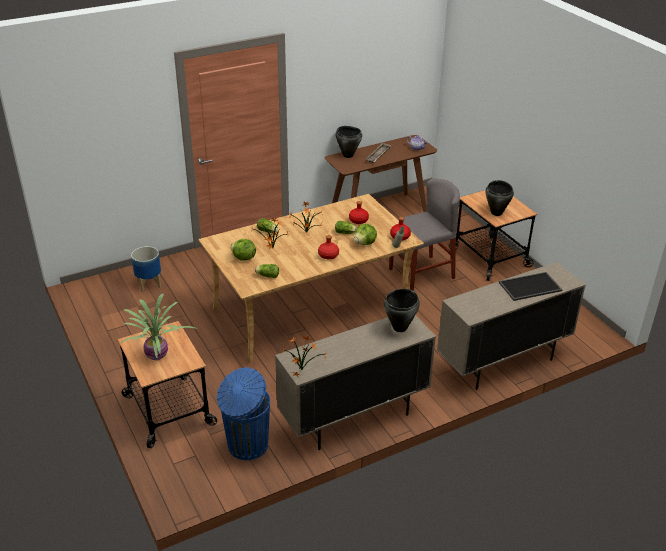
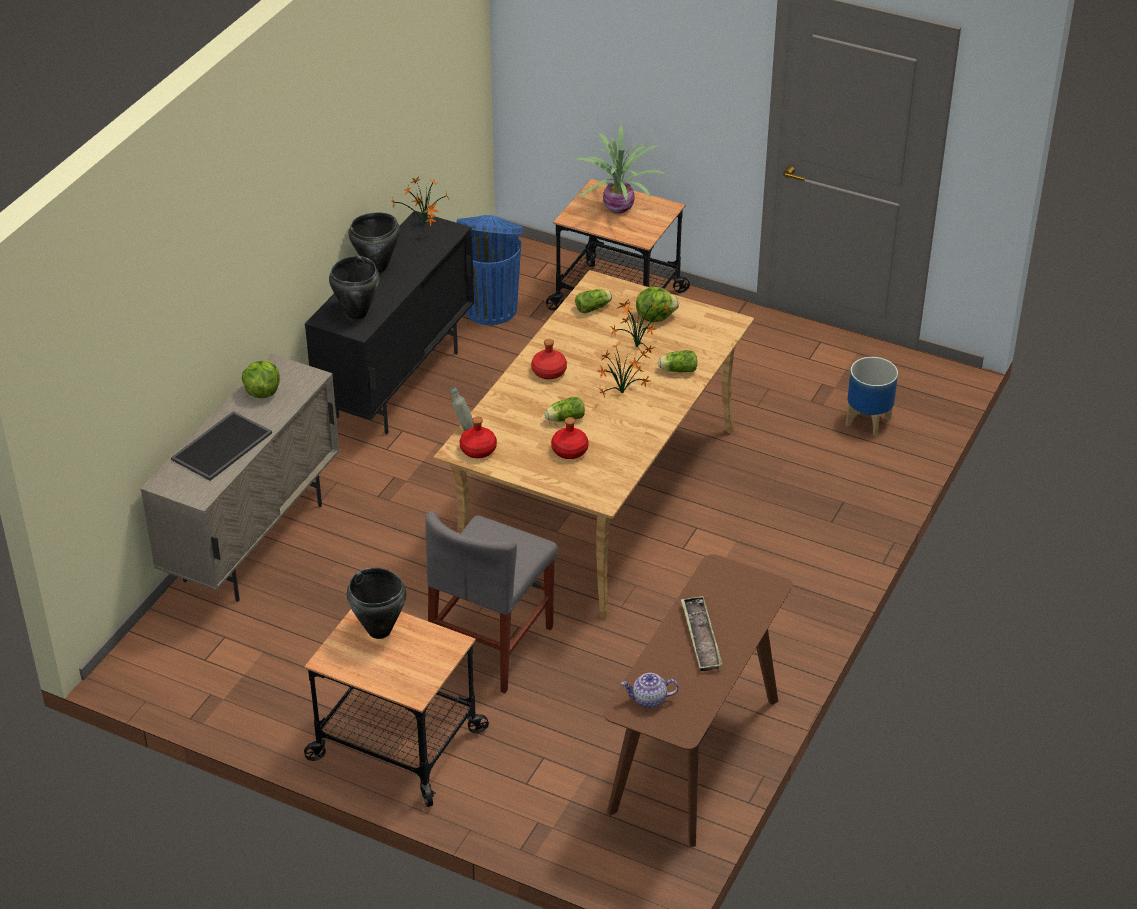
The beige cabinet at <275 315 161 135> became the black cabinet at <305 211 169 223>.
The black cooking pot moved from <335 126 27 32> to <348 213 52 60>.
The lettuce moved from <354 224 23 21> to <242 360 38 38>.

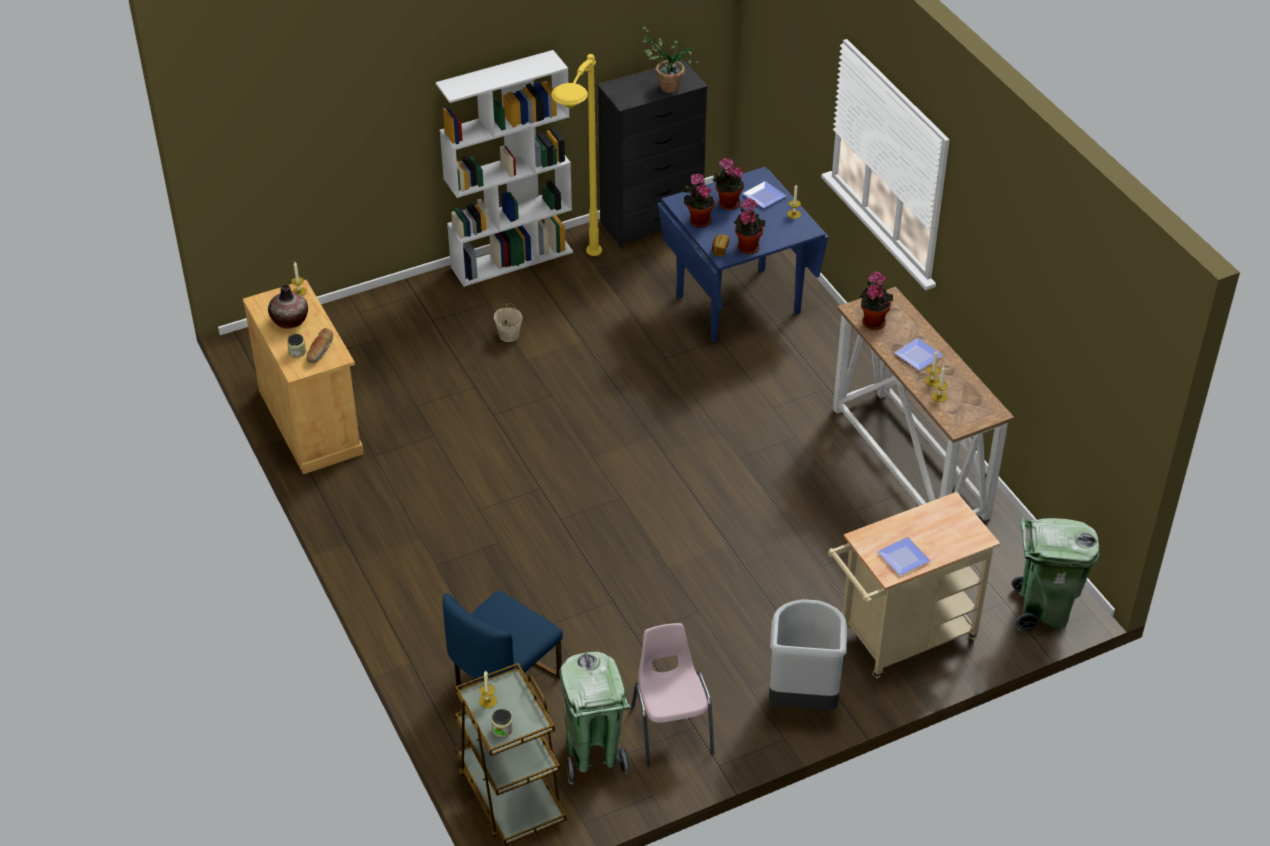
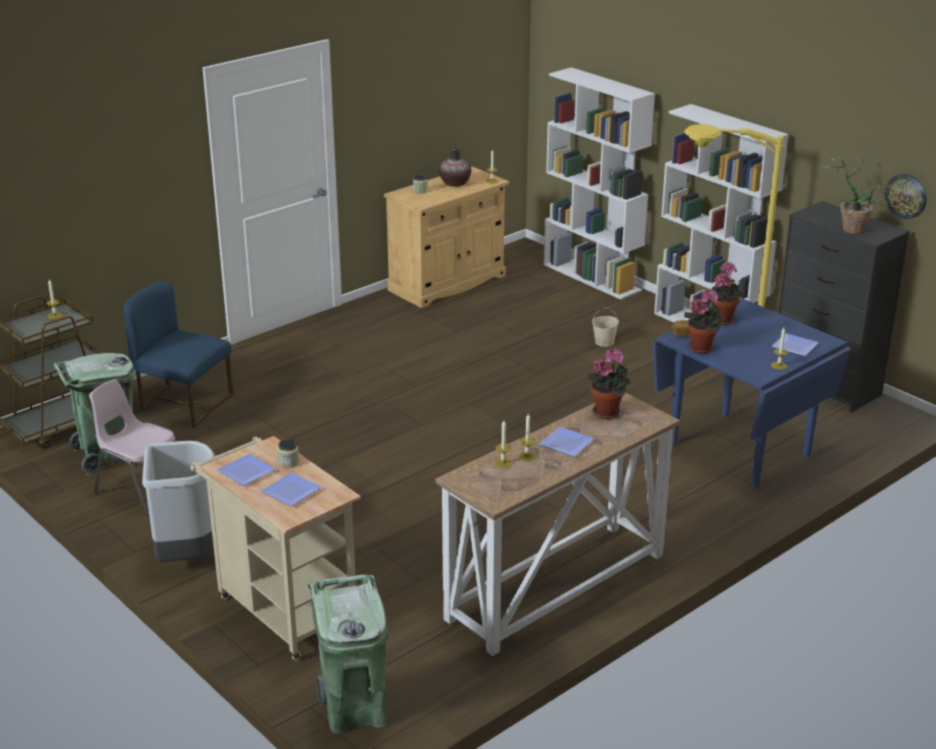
The bread at <306 328 27 35> disappeared.
The jar moved from <492 709 21 28> to <278 439 22 29>.
The pink chair at <631 623 83 144> turned 120 degrees counterclockwise.
The potted plant at <713 157 31 53> disappeared.
The plate at <261 473 61 33> appeared.
The white bookcase at <544 67 111 233> appeared.
The wall clock at <885 174 42 45> appeared.

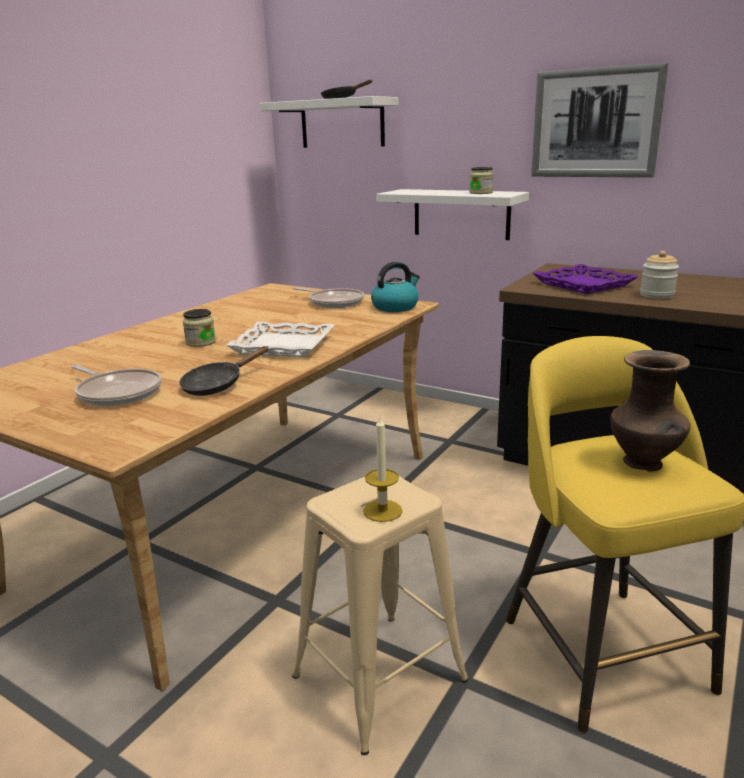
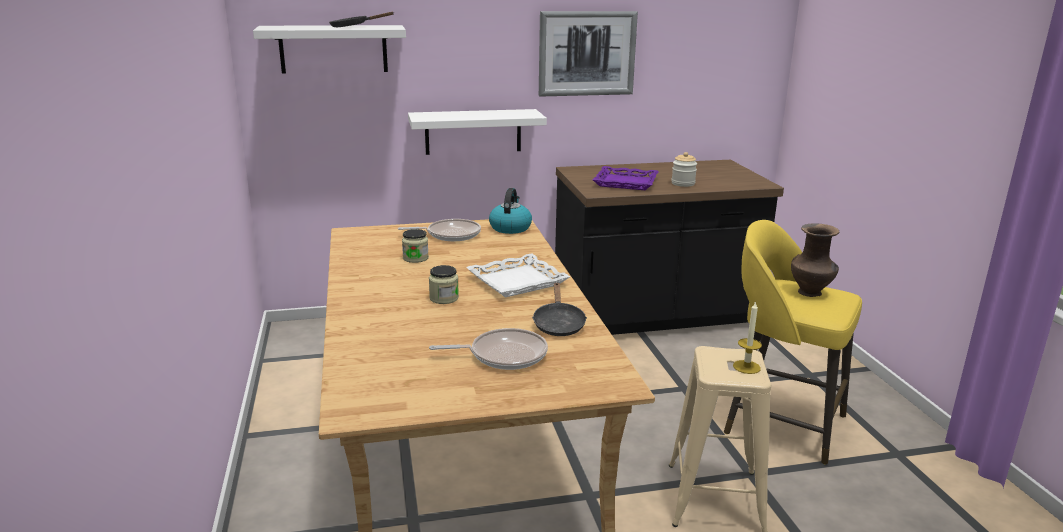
The jar moved from <470 167 23 27> to <402 229 27 34>.

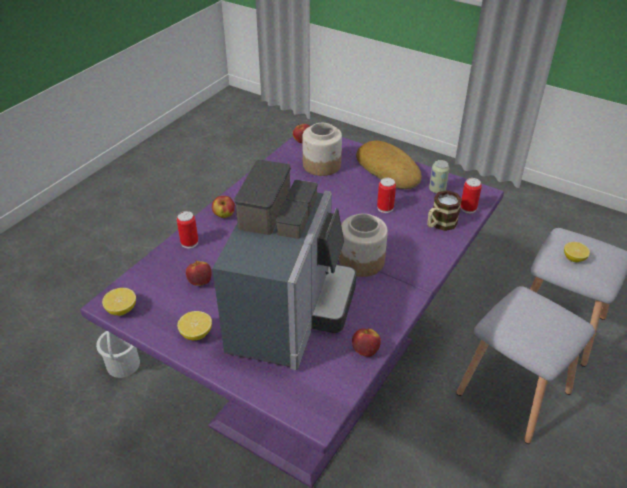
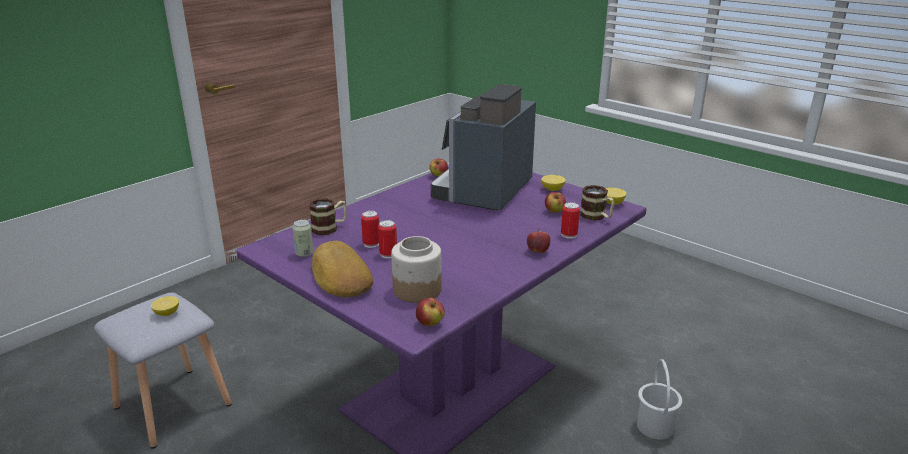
The jar at <339 213 49 64> disappeared.
The grey stool at <457 286 138 158> disappeared.
The can moved from <460 178 22 35> to <378 220 19 39>.
The mug at <580 185 34 36> appeared.

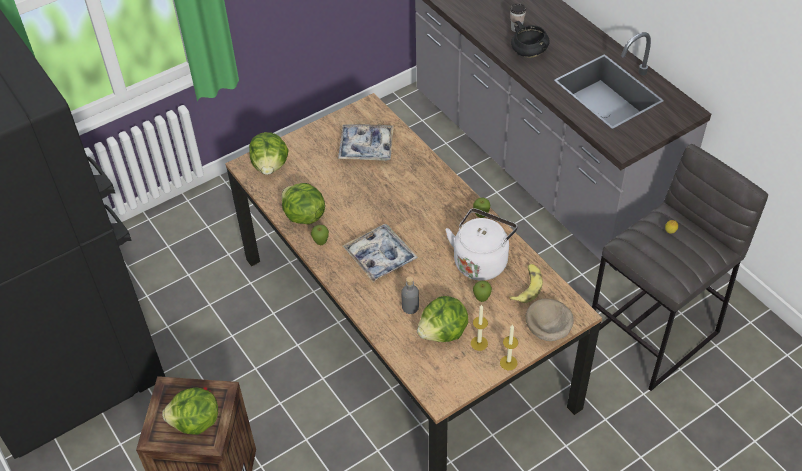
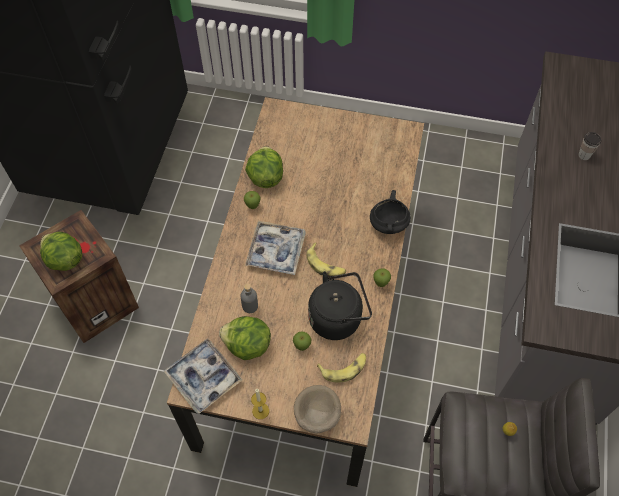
The lettuce at <249 132 40 43> disappeared.
The tray moved from <338 124 56 37> to <164 338 79 76>.
The white kettle at <445 208 72 73> became the black kettle at <308 271 64 69>.
The candle at <471 304 17 47> disappeared.
The black cooking pot moved from <511 21 39 37> to <370 190 41 44>.
The banana at <306 243 40 34> appeared.

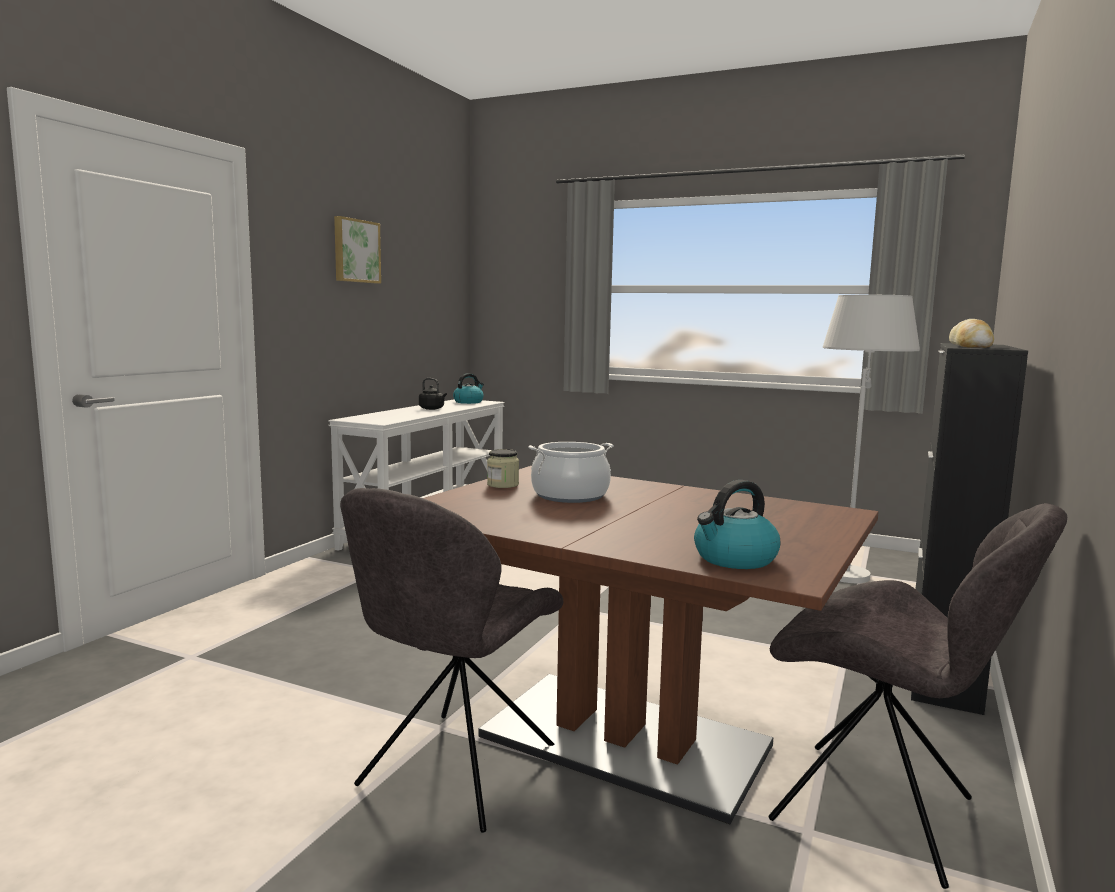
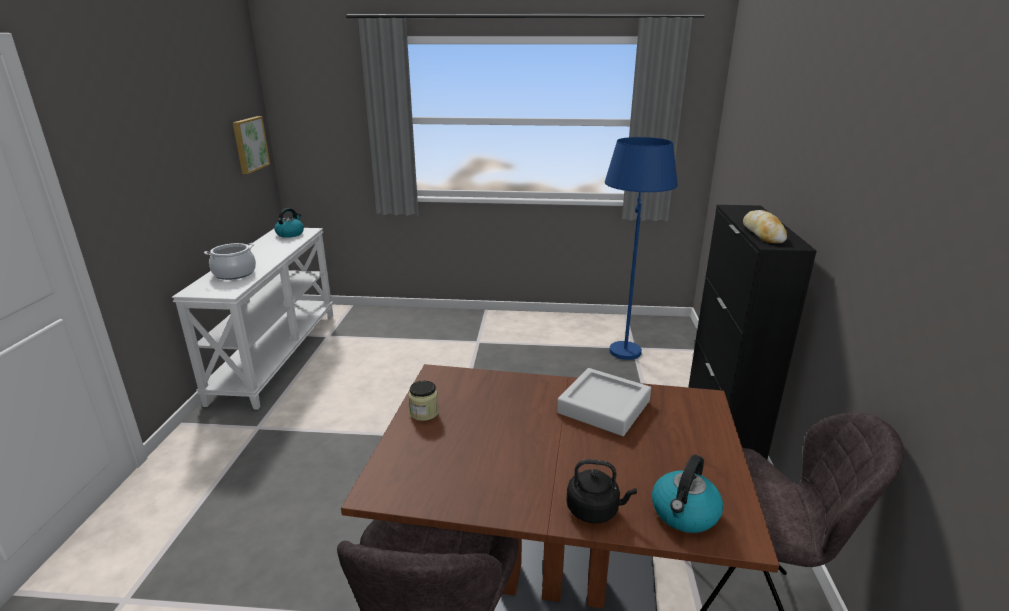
The picture moved from <334 216 47 67> to <233 116 37 58>.
The black kettle moved from <419 378 28 32> to <567 459 70 64>.
The cooking pot moved from <528 442 86 61> to <204 243 52 37>.
The white floor lamp at <823 295 97 288> became the blue floor lamp at <605 137 73 223>.
The grey tray at <557 368 94 68> appeared.

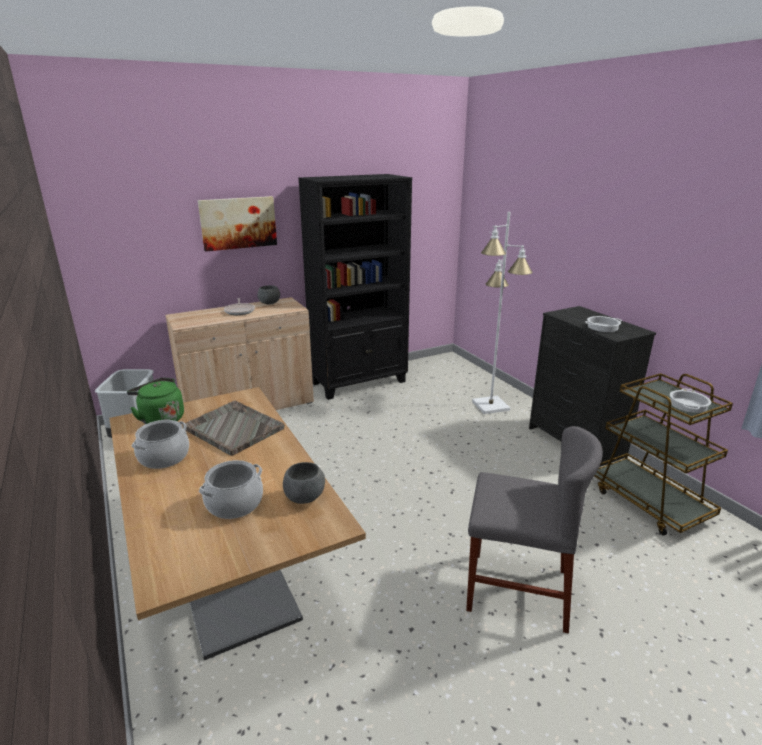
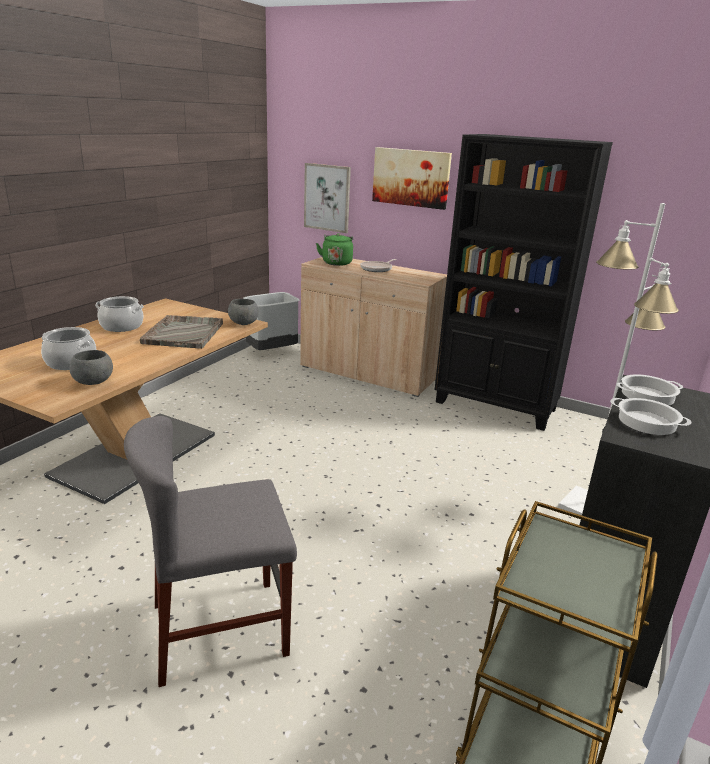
The green kettle moved from <127 378 57 46> to <316 233 37 33>.
The grey bowl moved from <257 285 23 19> to <228 299 31 26>.
The grey chair at <466 426 137 207> turned 90 degrees clockwise.
The cooking pot moved from <670 389 41 24> to <616 374 67 31>.
The picture at <304 163 47 70> appeared.

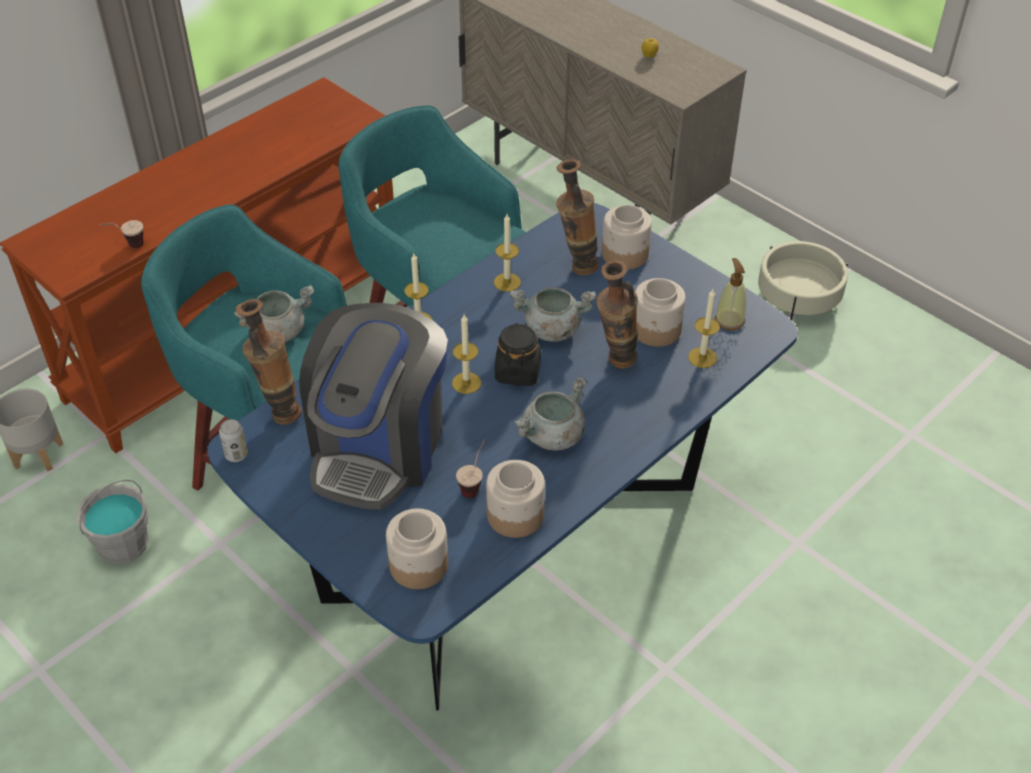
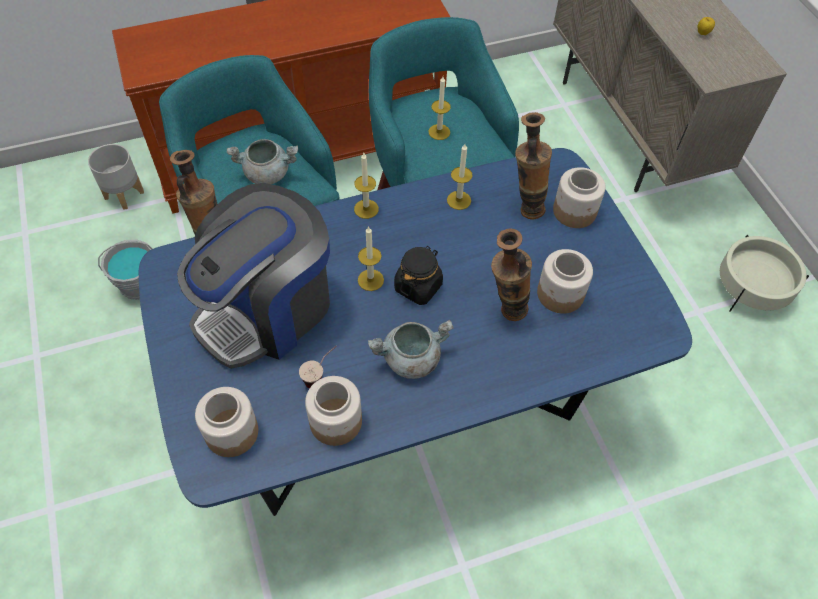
The cup at <100 220 44 28> disappeared.
The can at <219 419 29 43> disappeared.
The grey cooking pot at <510 287 86 54> disappeared.
The candle moved from <688 289 32 79> to <428 77 23 63>.
The soap dispenser at <715 258 31 72> disappeared.

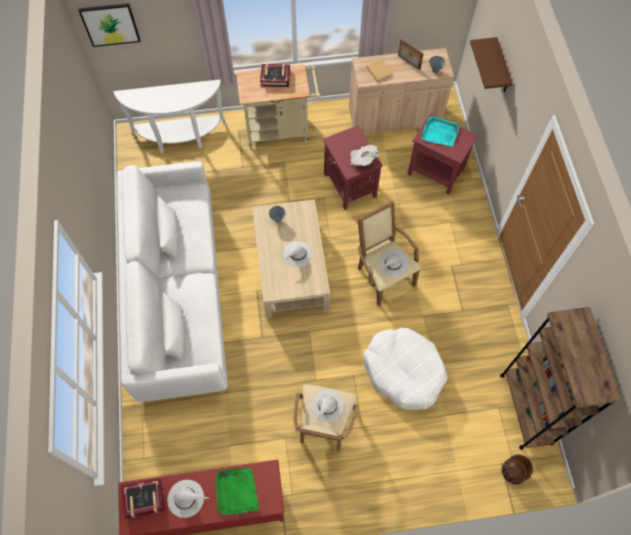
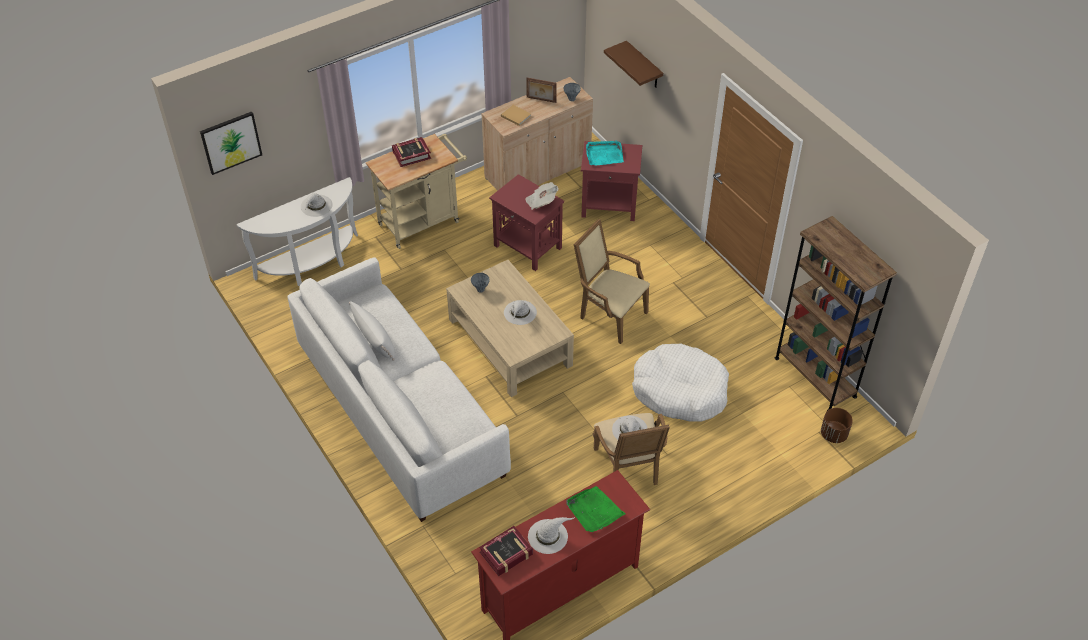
The white pillow at <162 292 22 70> disappeared.
The white hat moved from <379 250 29 27> to <301 193 32 24>.

